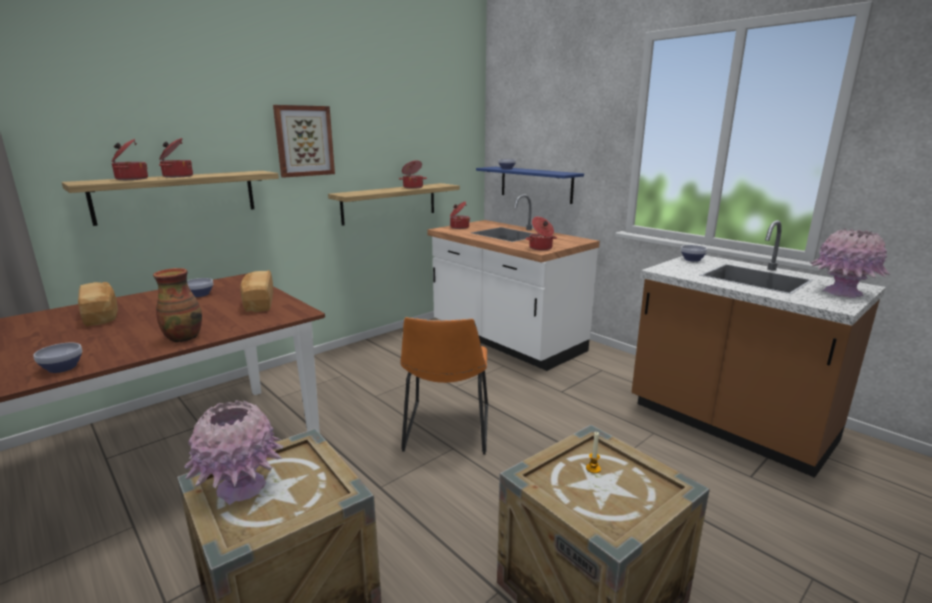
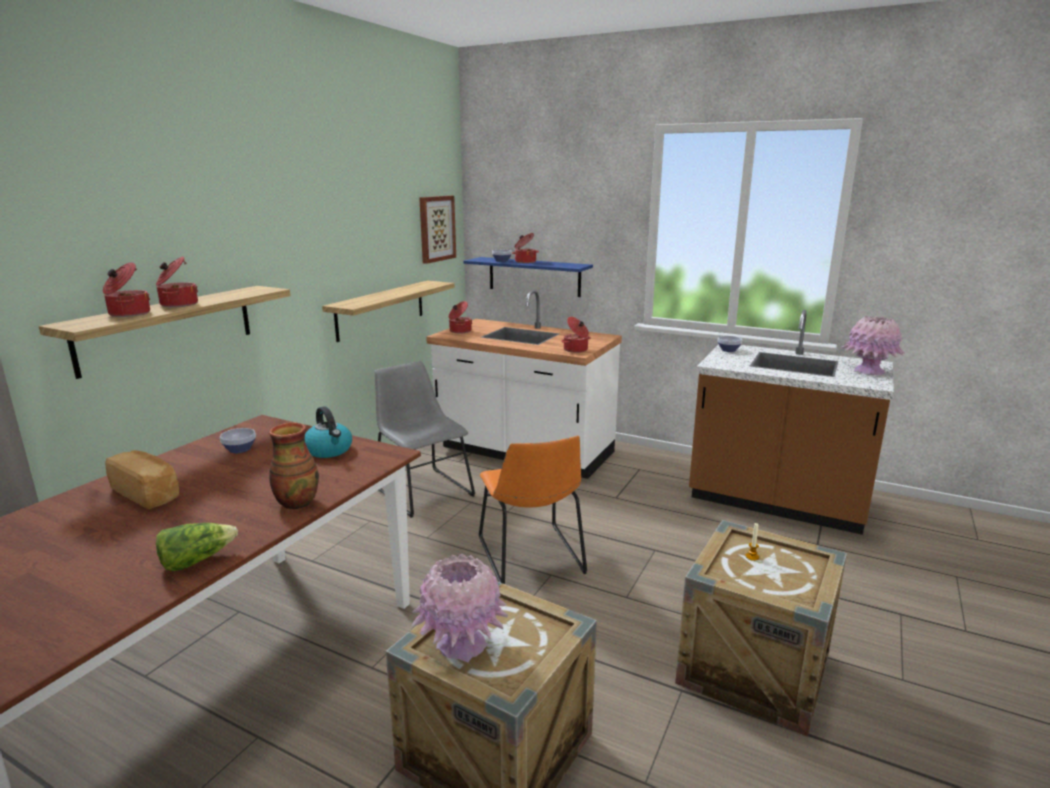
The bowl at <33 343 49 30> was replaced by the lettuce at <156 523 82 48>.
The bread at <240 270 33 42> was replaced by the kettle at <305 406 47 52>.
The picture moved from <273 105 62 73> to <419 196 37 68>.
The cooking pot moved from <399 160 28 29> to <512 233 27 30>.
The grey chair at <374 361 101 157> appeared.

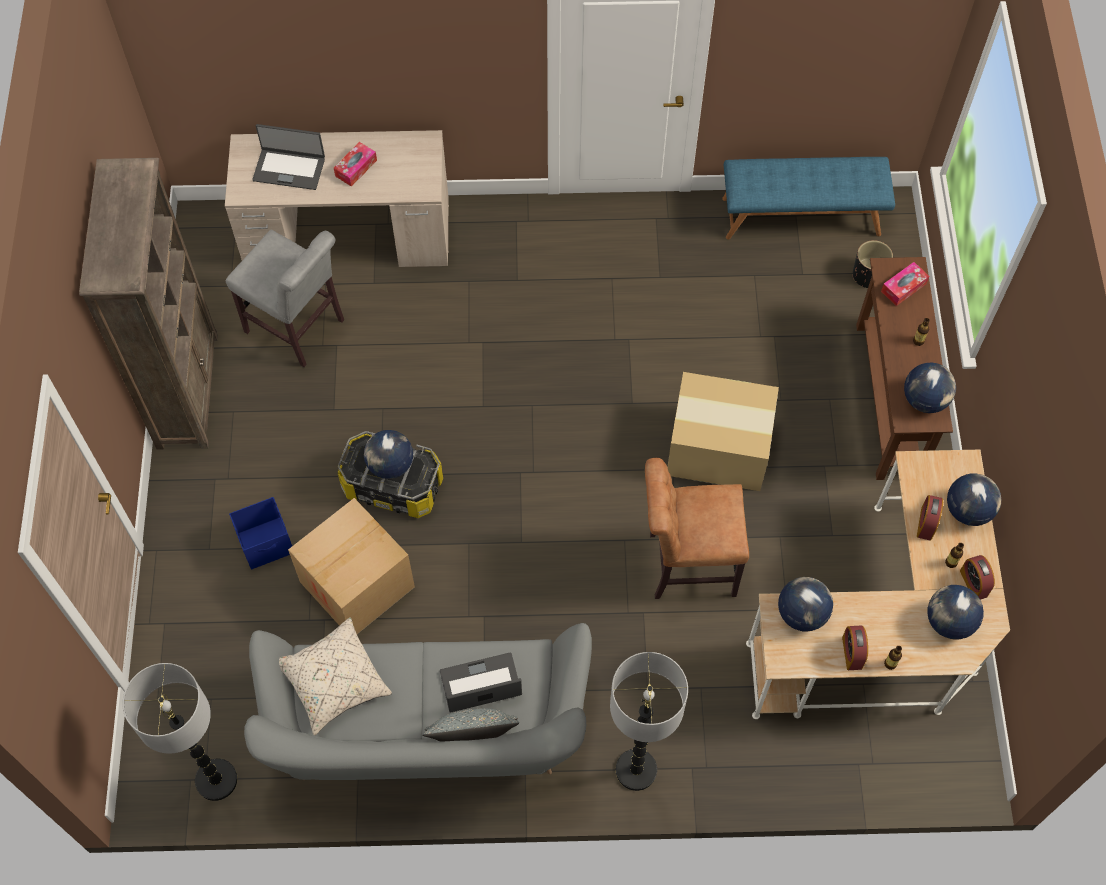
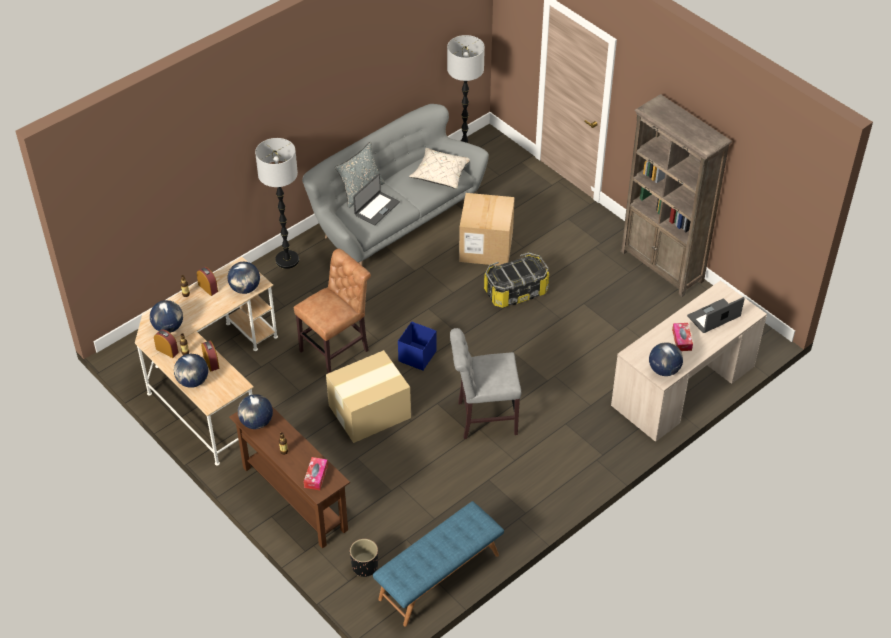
The grey chair moved from <226 230 118 137> to <450 328 71 111>.
The blue storage box moved from <229 497 63 72> to <398 321 39 50>.
The globe moved from <364 430 49 49> to <649 342 34 34>.

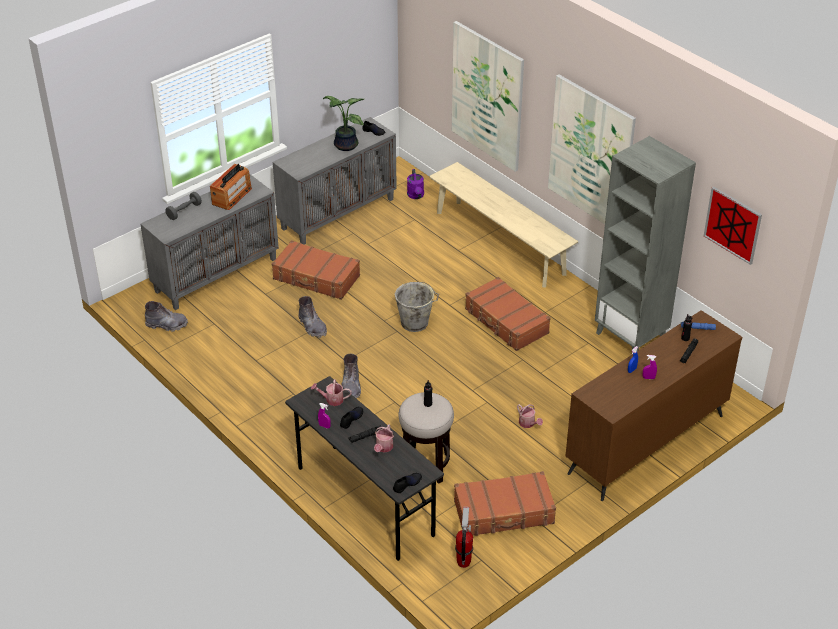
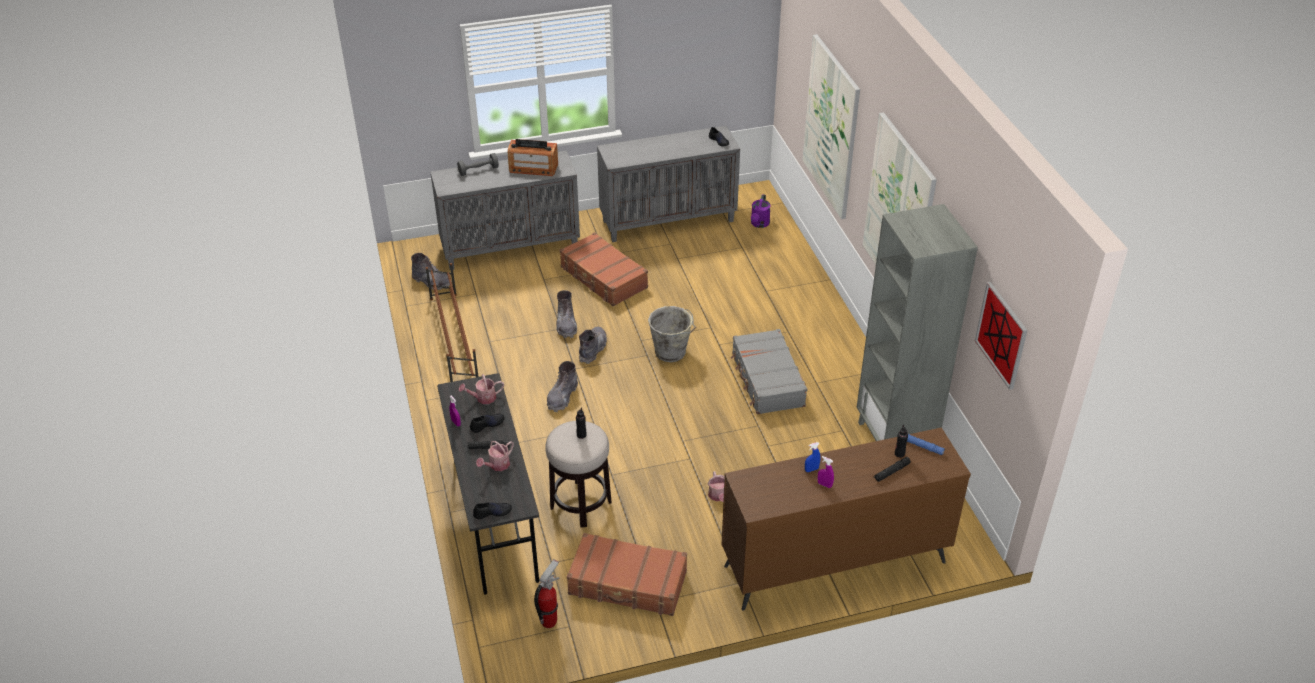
The radio at <210 164 42 46> turned 45 degrees clockwise.
The watering can at <311 379 41 27> turned 45 degrees counterclockwise.
The potted plant at <323 96 41 55> disappeared.
The beige bench at <429 162 149 126> disappeared.
The brown suitcase at <465 277 86 74> became the grey suitcase at <731 329 76 85>.
The brown shoe rack at <426 263 52 119> appeared.
The grey boot at <579 327 28 37> appeared.

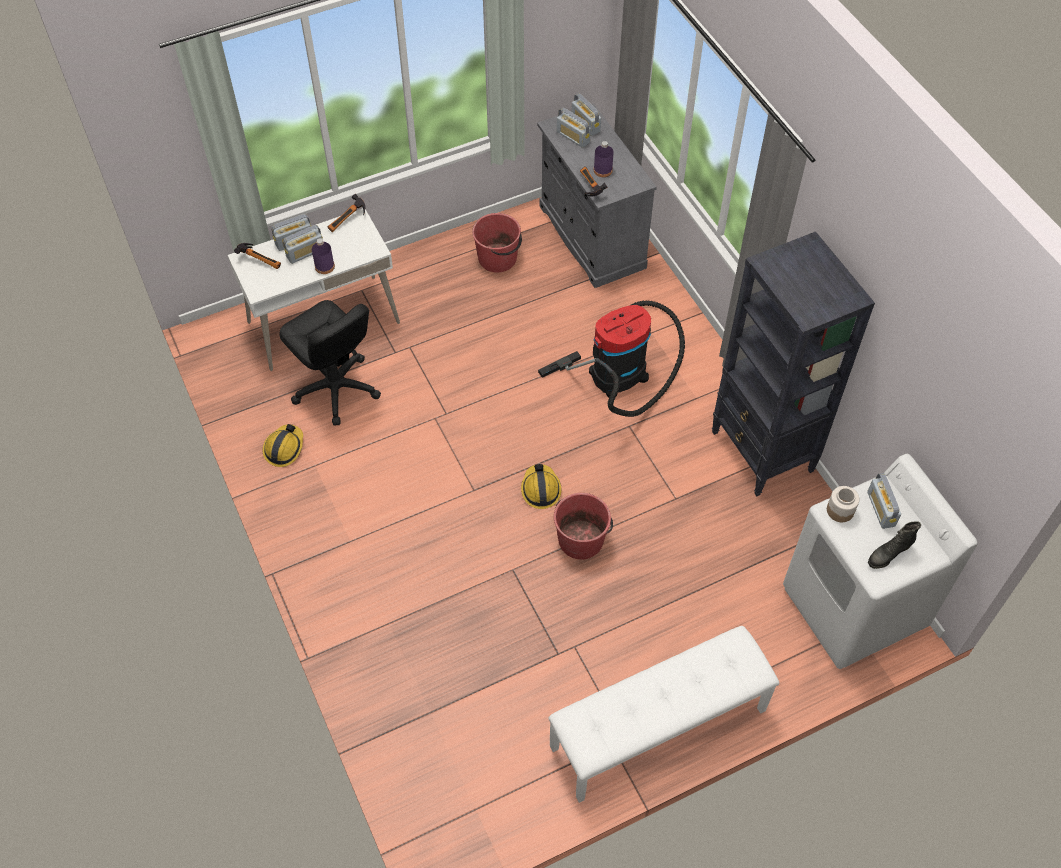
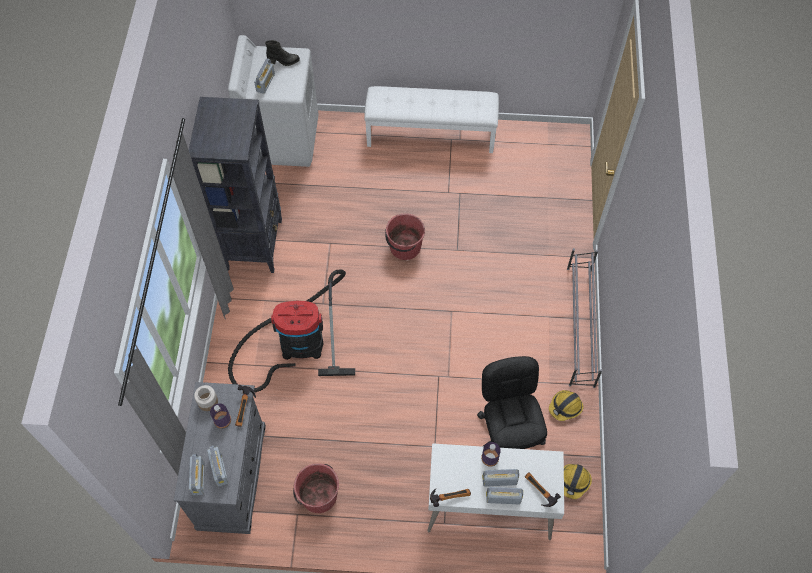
The hard hat moved from <521 464 40 45> to <564 464 28 35>.
The jar moved from <827 486 32 36> to <194 385 24 26>.
The grey shoe rack at <567 248 36 140> appeared.

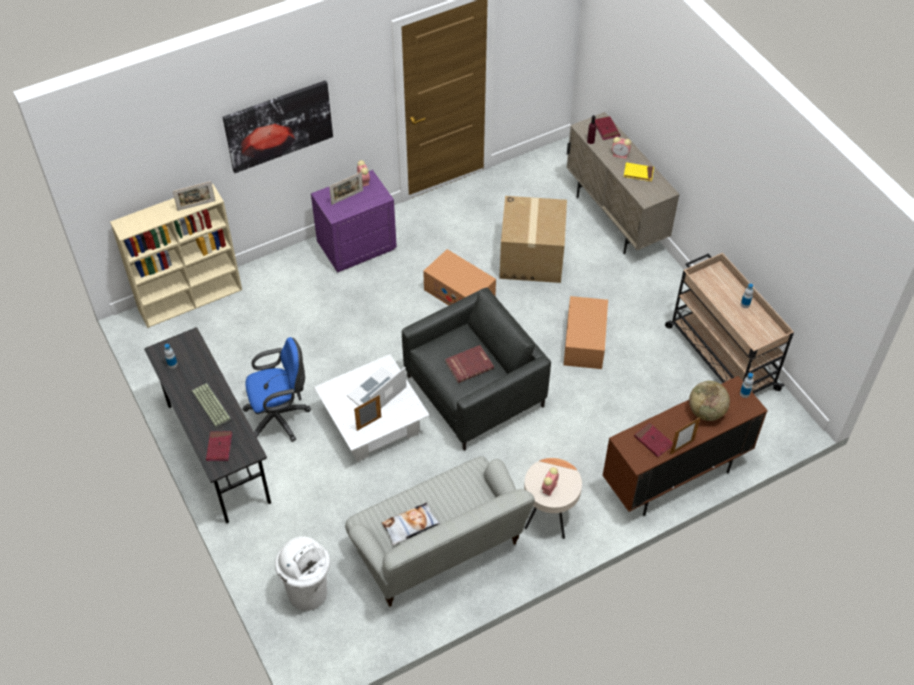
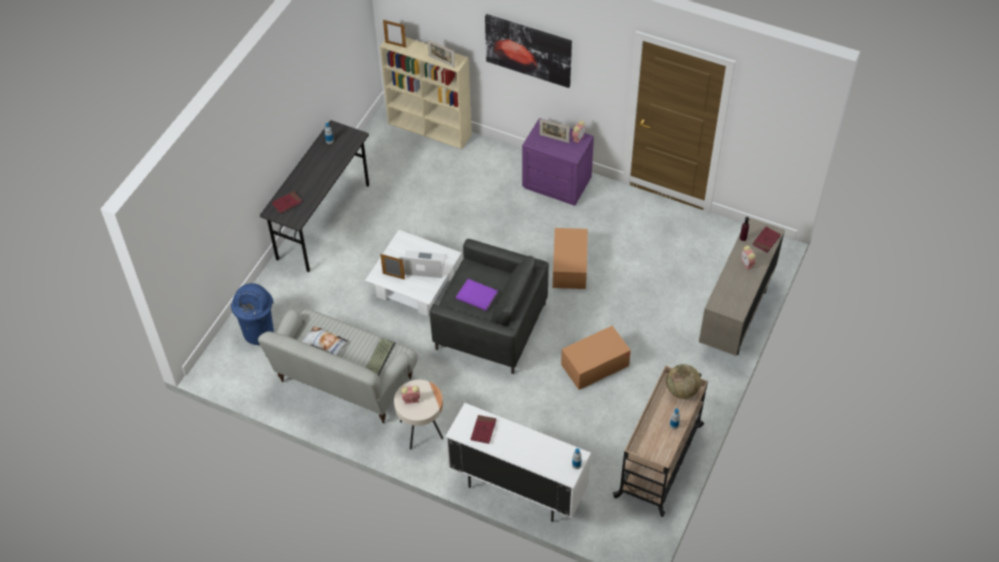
The keyboard moved from <191 382 41 47> to <366 338 29 38>.
The blue office chair at <242 337 69 105> disappeared.
The white trash can at <275 536 55 75> became the blue trash can at <231 283 43 62>.
The red book at <445 345 49 38> became the purple book at <456 279 42 32>.
The cardboard box at <499 196 68 87> disappeared.
The brown cabinet at <603 376 165 140> became the white cabinet at <445 403 146 119>.
The yellow book at <624 162 30 19> disappeared.
The picture frame moved from <670 417 31 38> to <383 20 23 28>.
The globe moved from <689 381 41 40> to <666 364 35 35>.

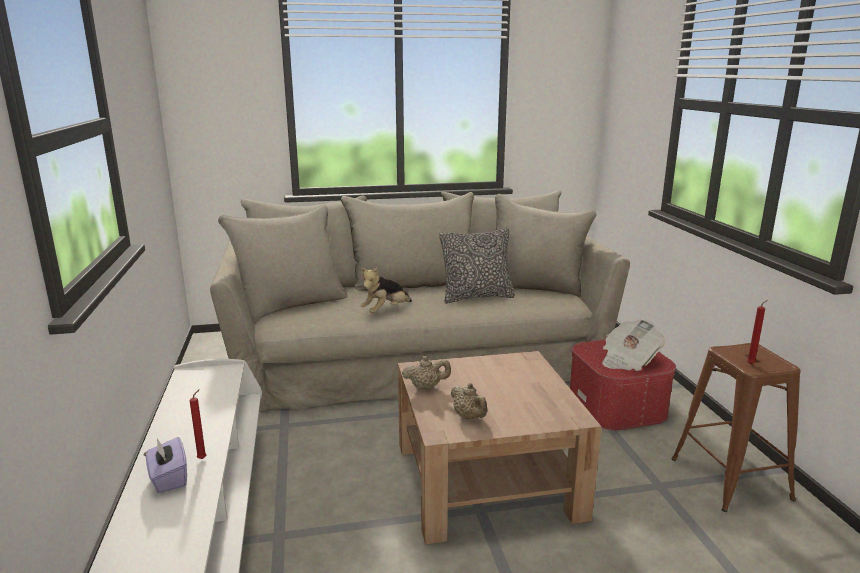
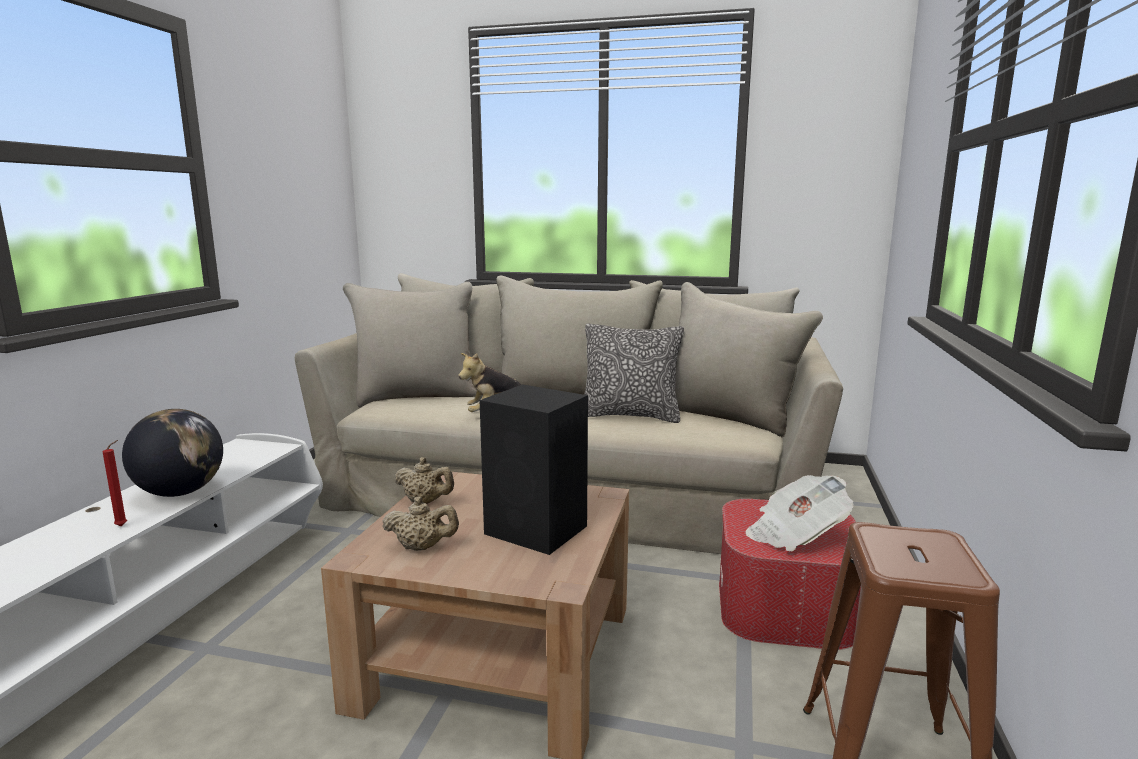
The purple tissue box at <146 437 41 56> disappeared.
The beige teapot at <451 383 36 36> turned 75 degrees counterclockwise.
The red candle at <747 300 20 64> disappeared.
The globe at <122 409 101 88> appeared.
The black speaker at <479 384 109 171> appeared.

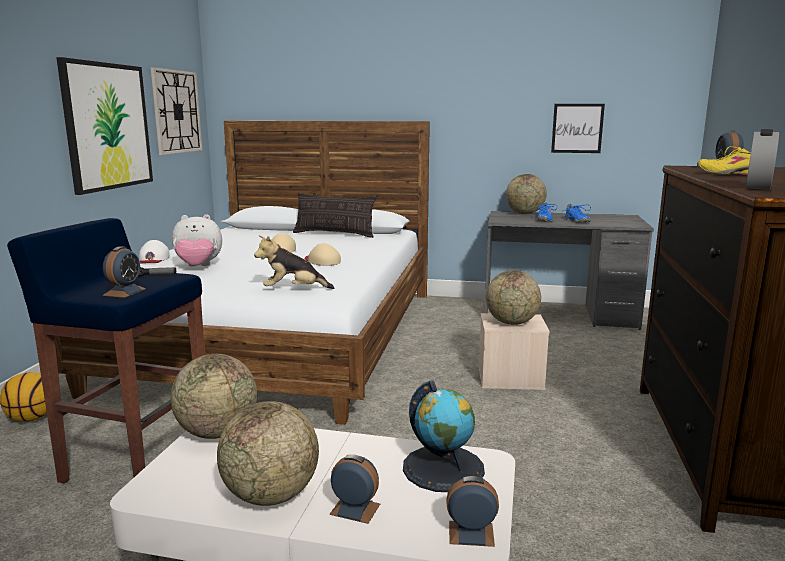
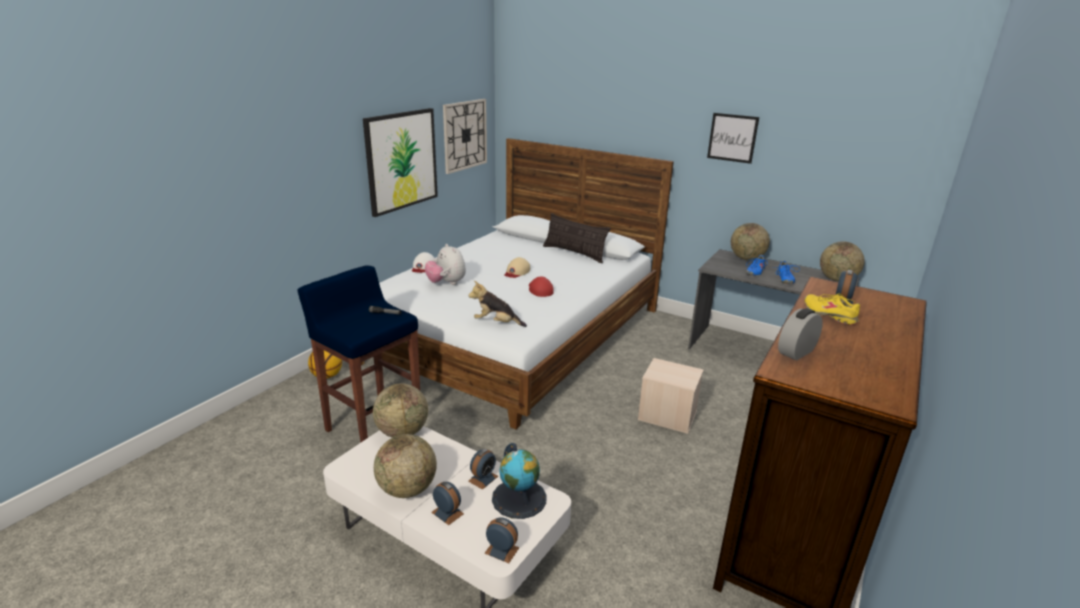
The alarm clock moved from <103 247 43 51> to <468 449 30 41>.
The plush toy at <172 214 50 53> turned 45 degrees clockwise.
The beige cap at <305 243 36 23> became the red cap at <529 276 25 21>.
The globe moved from <486 270 55 55> to <820 241 45 41>.
The picture moved from <551 104 54 49> to <707 113 52 51>.

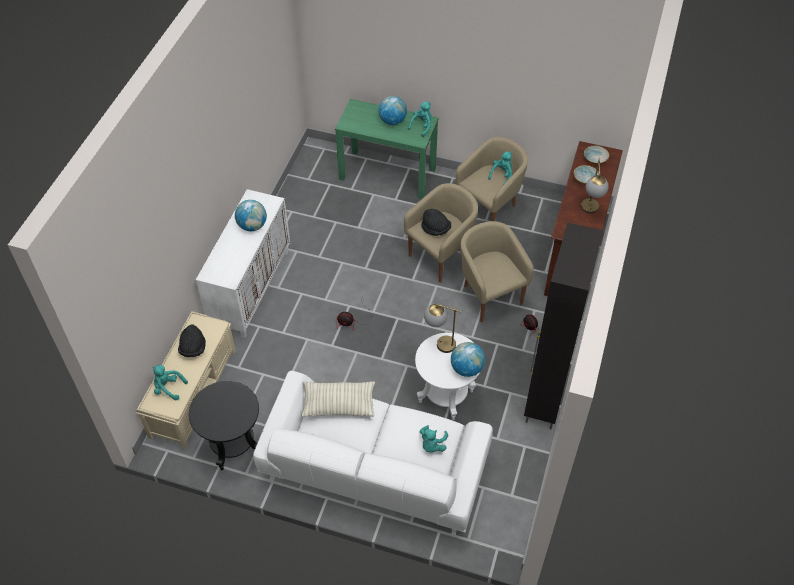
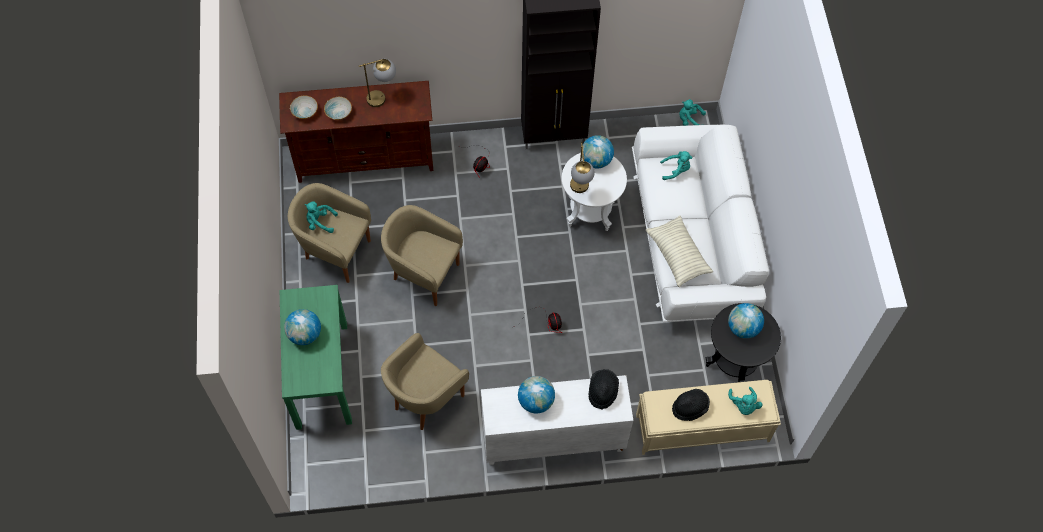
The turquoise plush toy moved from <408 101 24 36> to <679 99 27 27>.
The black hat moved from <422 209 29 27> to <589 369 30 41>.
The beige armchair moved from <460 221 73 101> to <381 333 88 97>.
The globe at <728 303 36 36> appeared.

